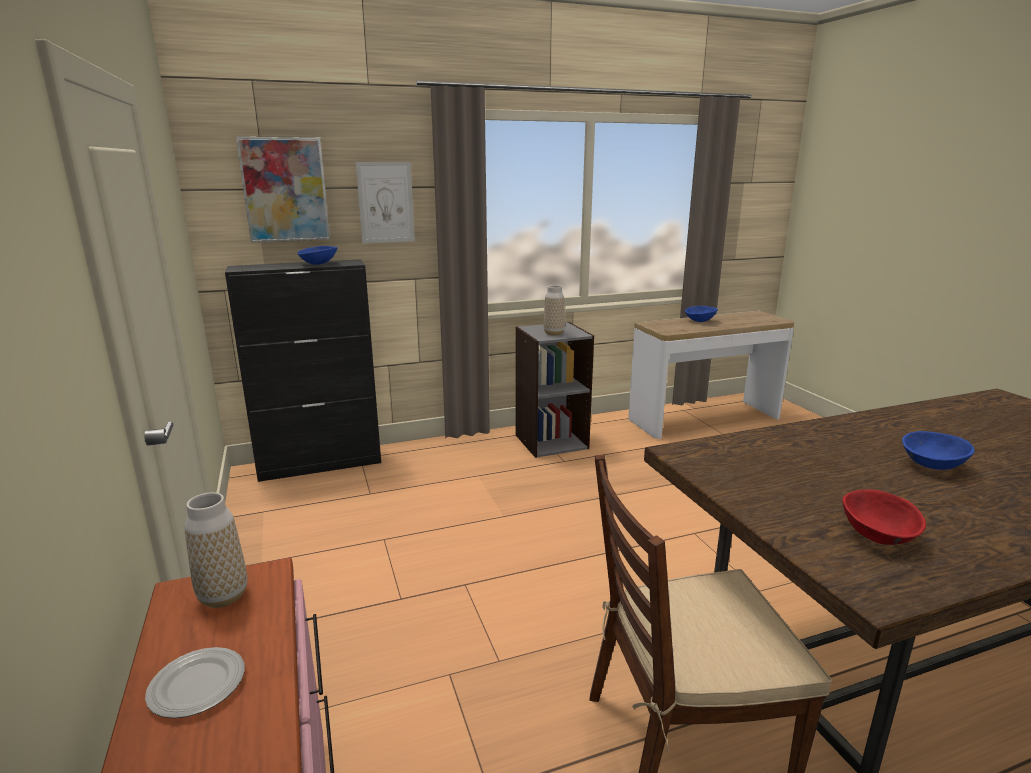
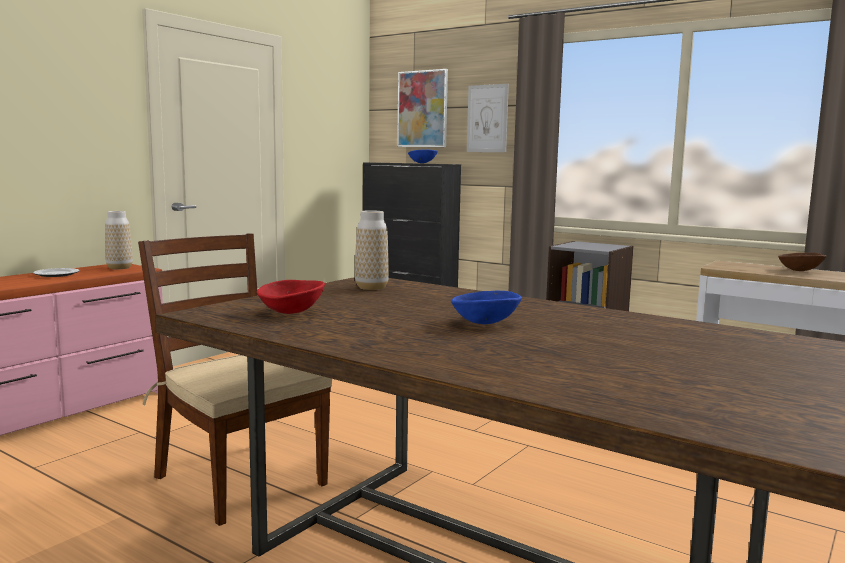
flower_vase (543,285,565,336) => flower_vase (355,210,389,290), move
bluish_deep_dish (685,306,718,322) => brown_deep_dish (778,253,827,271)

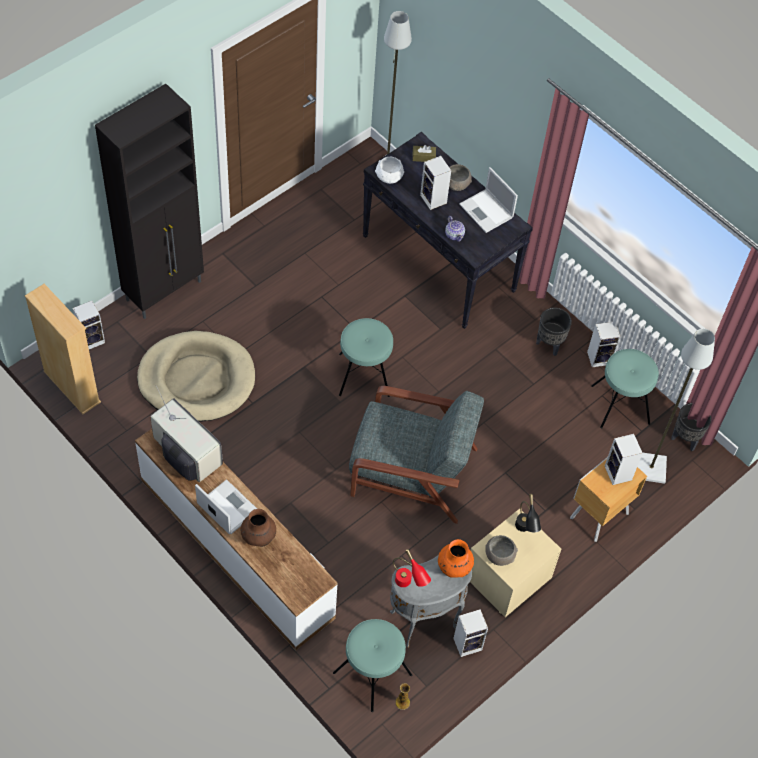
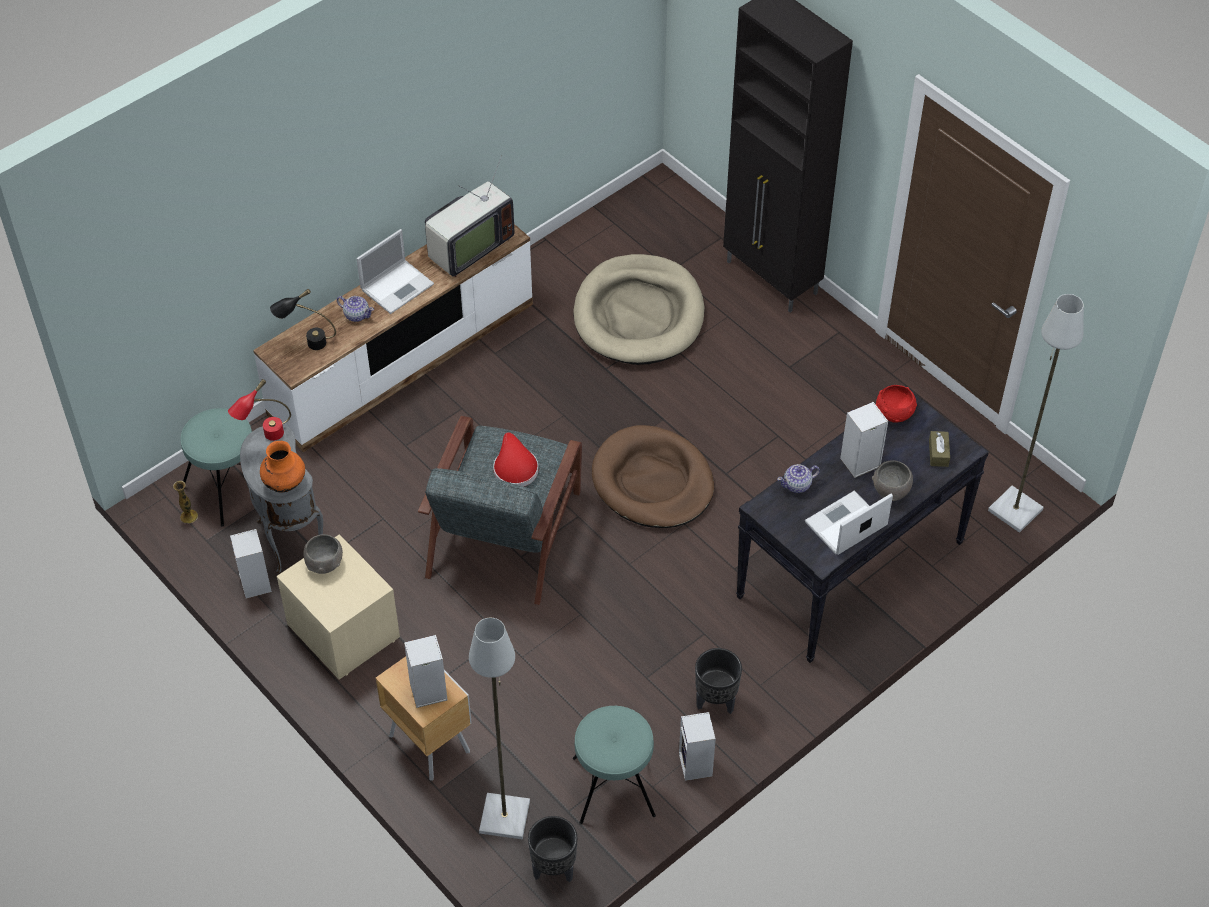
beige_bookcase (25,284,101,414) => nothing
audio_speaker (73,301,105,349) => nothing
brown_flower_vase (241,509,276,547) => teapot (337,296,374,322)
turquoise-coloured_sitting_stool (339,318,393,397) => brown_dog_cushion (592,425,714,528)
white-coloured_deep_dish (375,157,404,184) => reddish_deep_dish (876,385,917,423)
black_table_lamp (515,494,541,532) => black_table_lamp (270,289,336,350), move
nothing => reddish_hat (493,432,538,487)

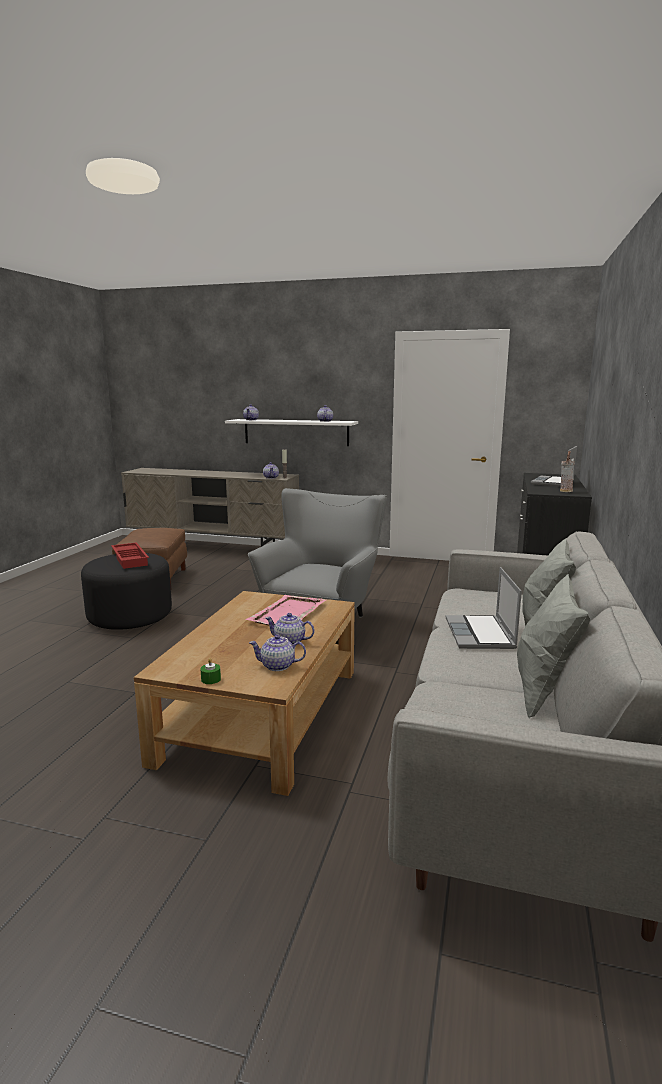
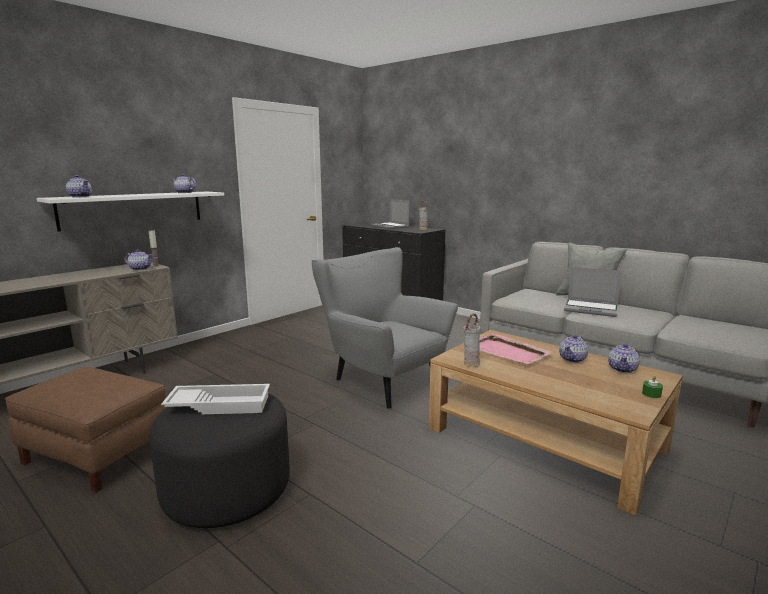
reddish_serving_tray (111,542,149,569) => white-coloured_serving_tray (161,384,270,414)
grey_cushion (517,574,590,719) => nothing
nothing => flower_vase (464,314,480,367)

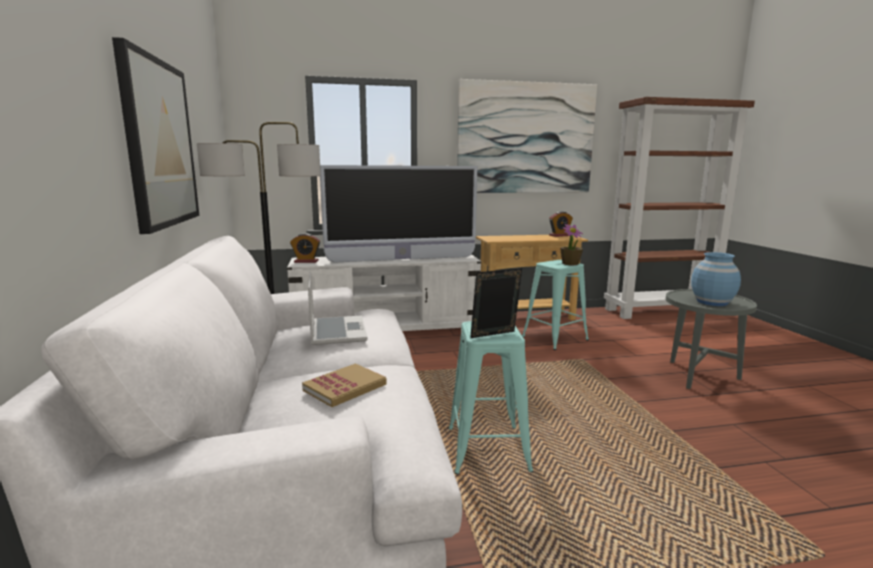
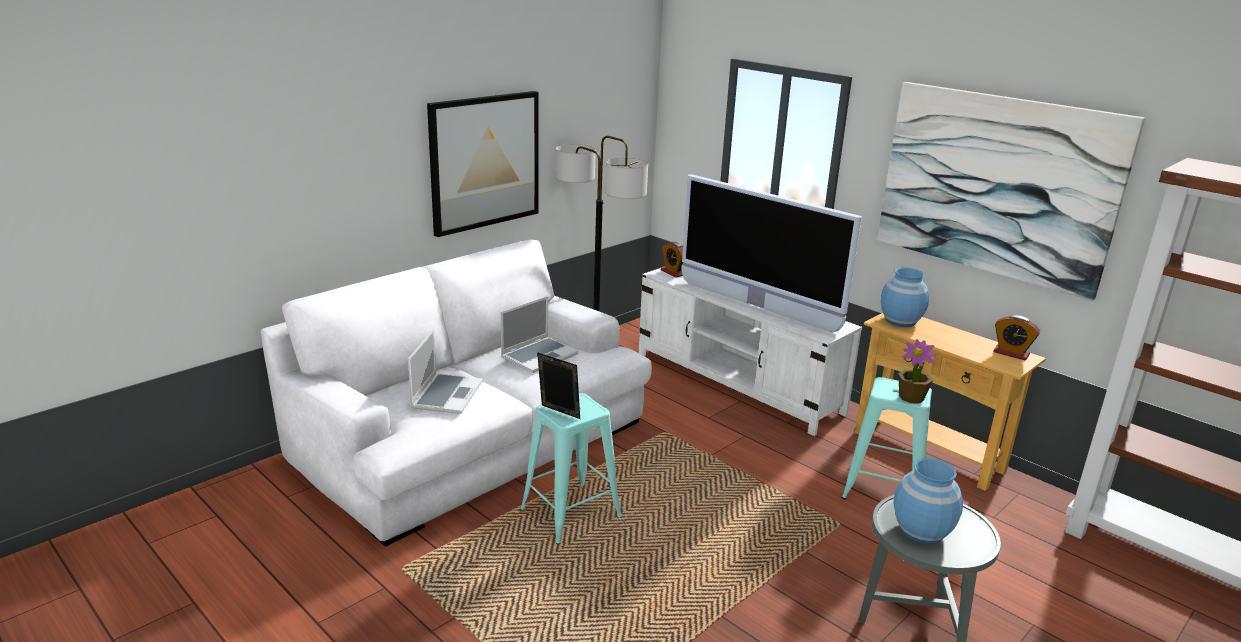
book (302,363,387,407) => notebook_computer (408,329,483,414)
nothing => bluish_flower_vase (881,268,929,327)

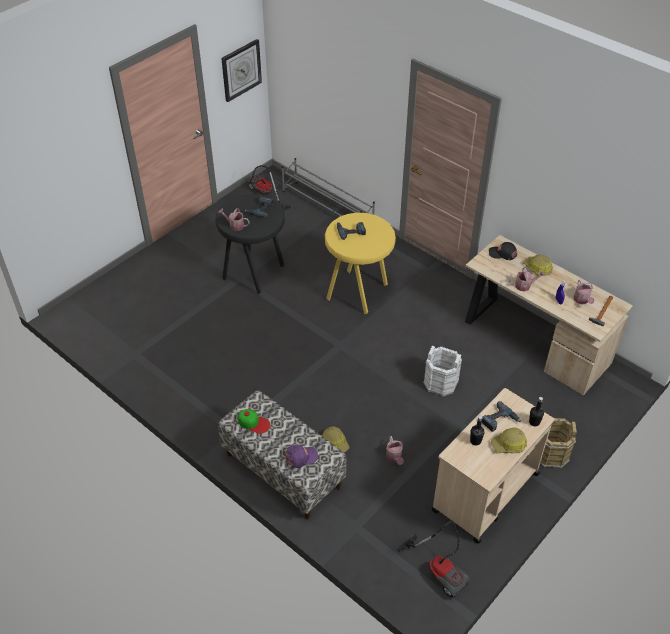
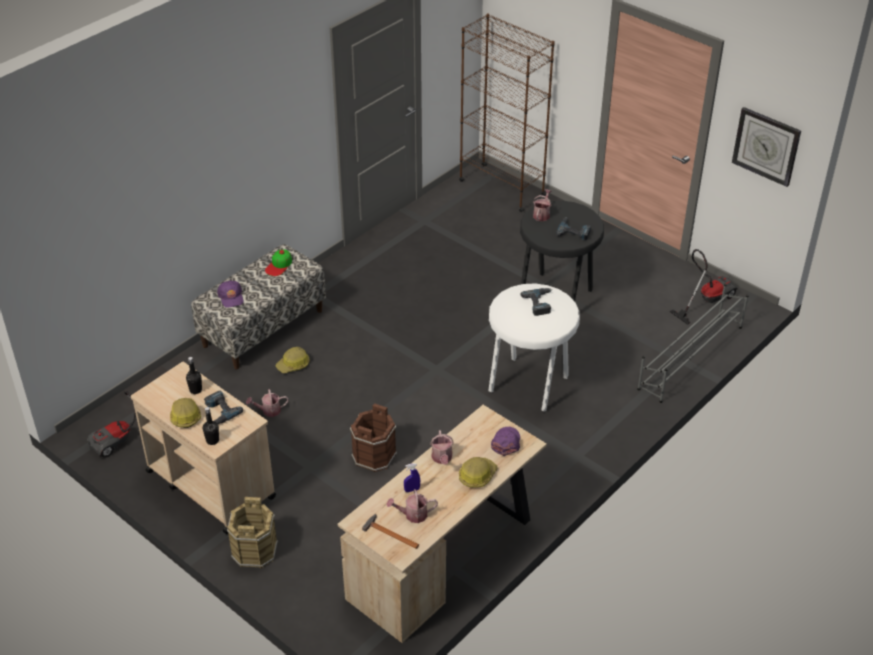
yellowish_sitting_stool (325,213,396,314) => white-coloured_sitting_stool (488,283,580,412)
white-coloured_pail (423,346,462,396) => brown_pail (350,403,397,472)
black_baseball_cap (489,242,517,260) => purple_baseball_cap (491,427,520,456)
nothing => brown_bookcase (459,13,555,212)

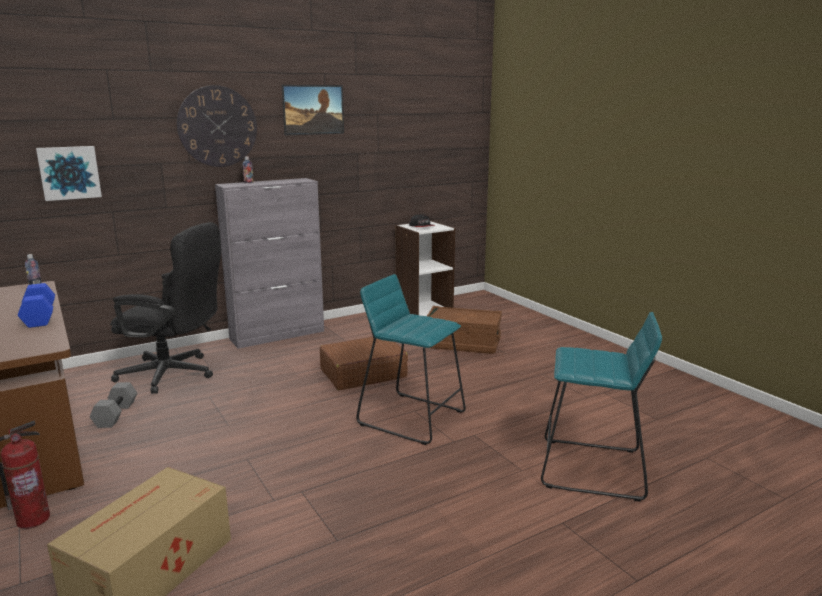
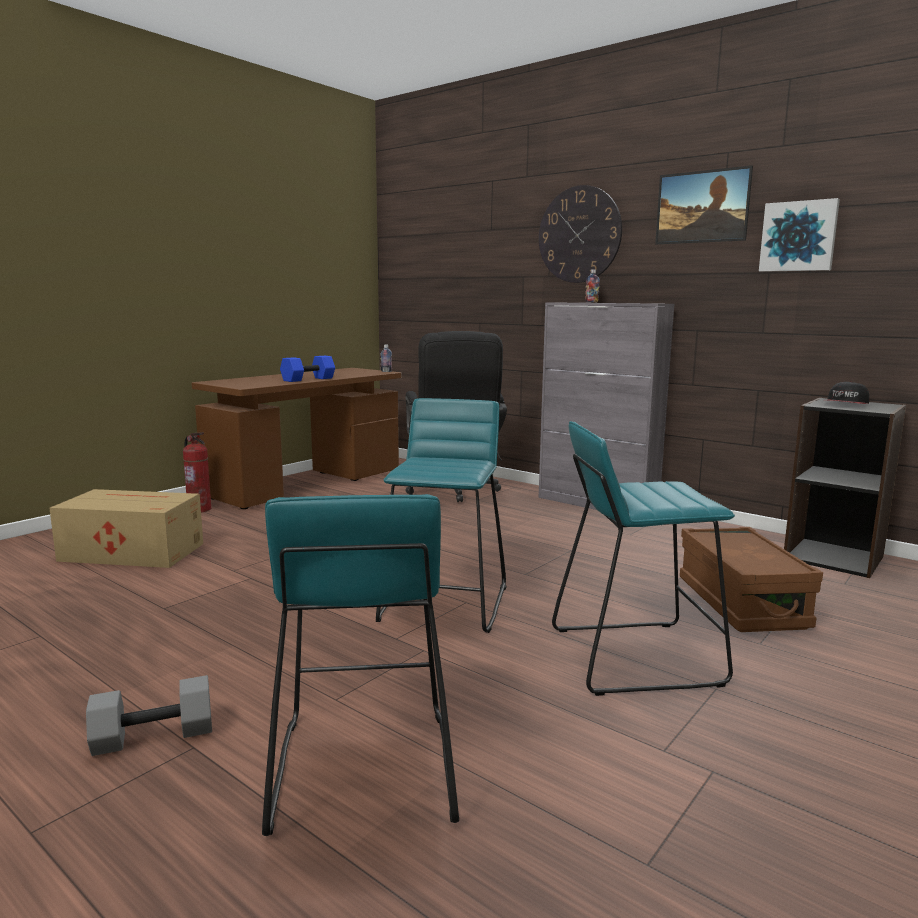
picture (36,146,102,201) => picture (759,198,840,272), move
grey_free_weight (90,382,137,428) => grey_free_weight (86,675,212,756), move
brown_piece_of_luggage (320,337,408,390) => nothing
white-coloured_bookcase (396,221,455,316) => black_bookcase (784,398,906,578)
nothing => turquoise-coloured_sitting_stool (552,421,735,696)

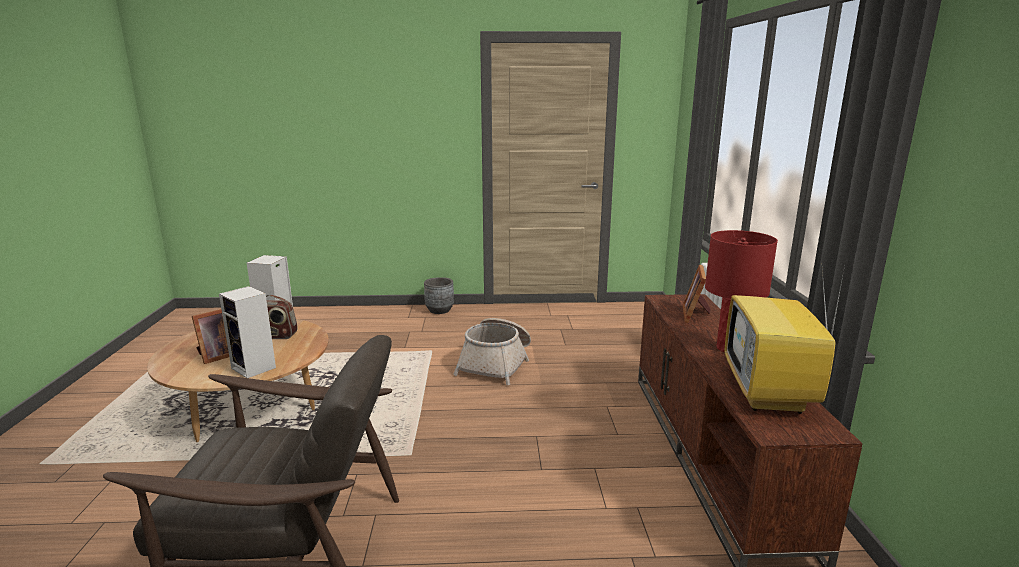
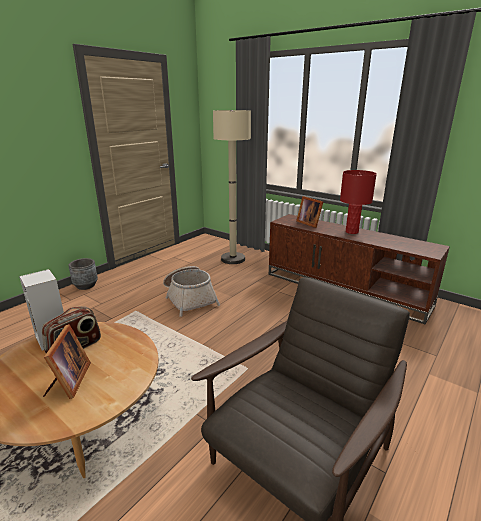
audio_speaker (219,286,276,378) => nothing
TV_set (724,266,845,414) => nothing
nothing => beige_standing_lamp (213,110,251,264)

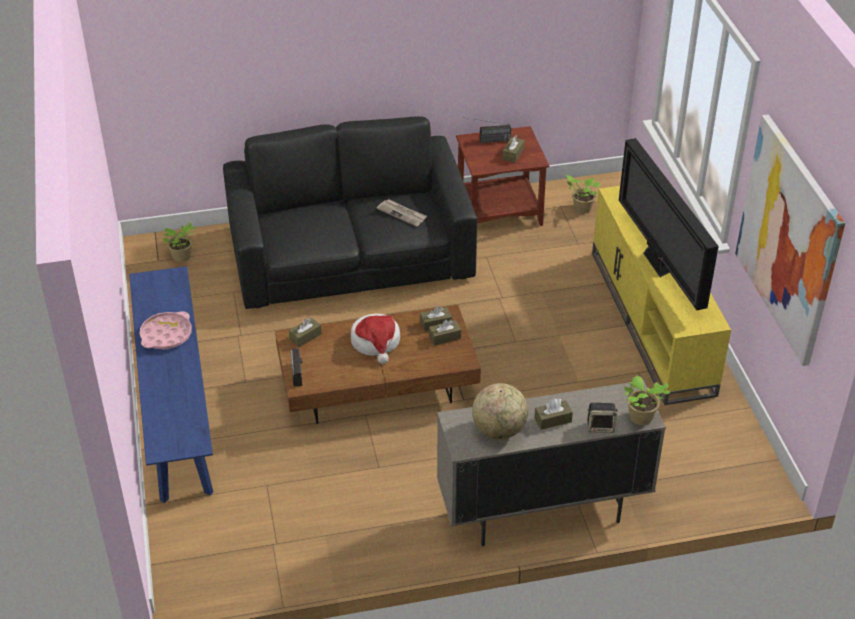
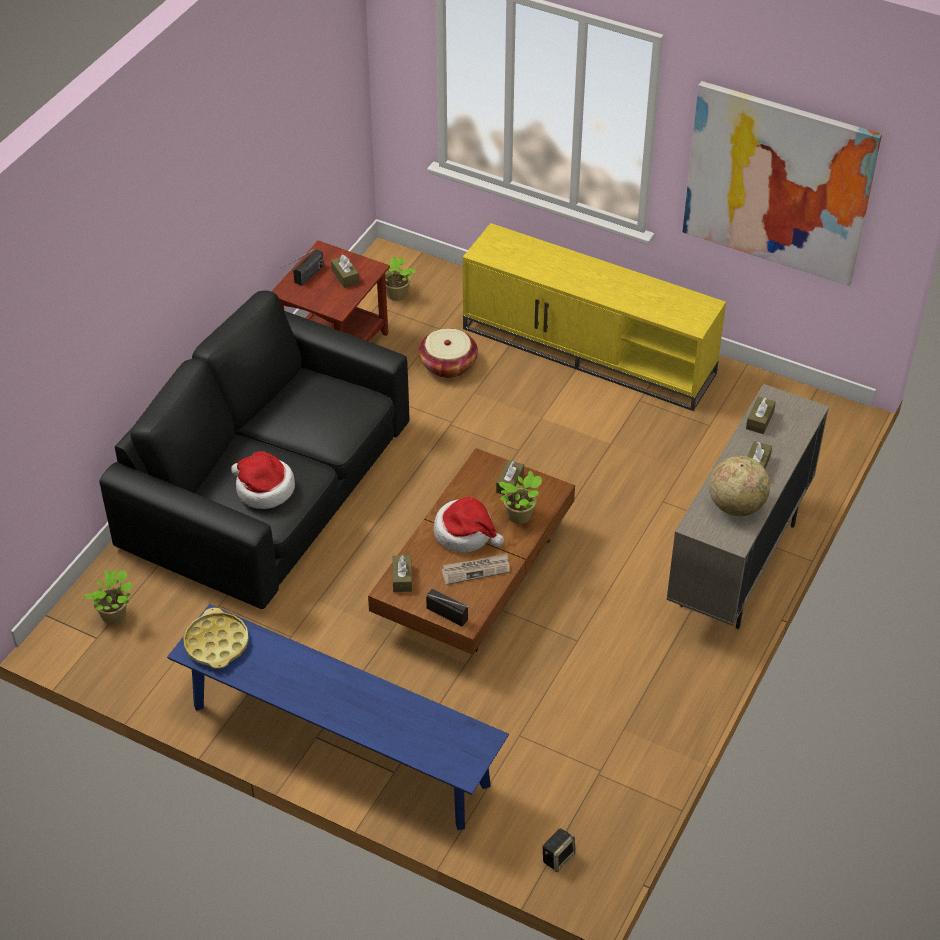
pinkish_serving_tray (140,311,192,349) => nothing
printed_paper (377,199,427,227) => printed_paper (442,553,510,585), move
brown_tissue_box (420,306,452,332) => brown_tissue_box (746,396,776,434), move
audio_speaker (587,403,618,433) => audio_speaker (543,828,575,872), move
TV_set (619,138,719,310) => nothing
plant_in_a_pot (624,375,670,425) => plant_in_a_pot (498,471,542,524), move
nothing => yellowish_serving_tray (184,608,249,669)
nothing => hat (231,451,295,509)
nothing => basket (418,328,478,378)

